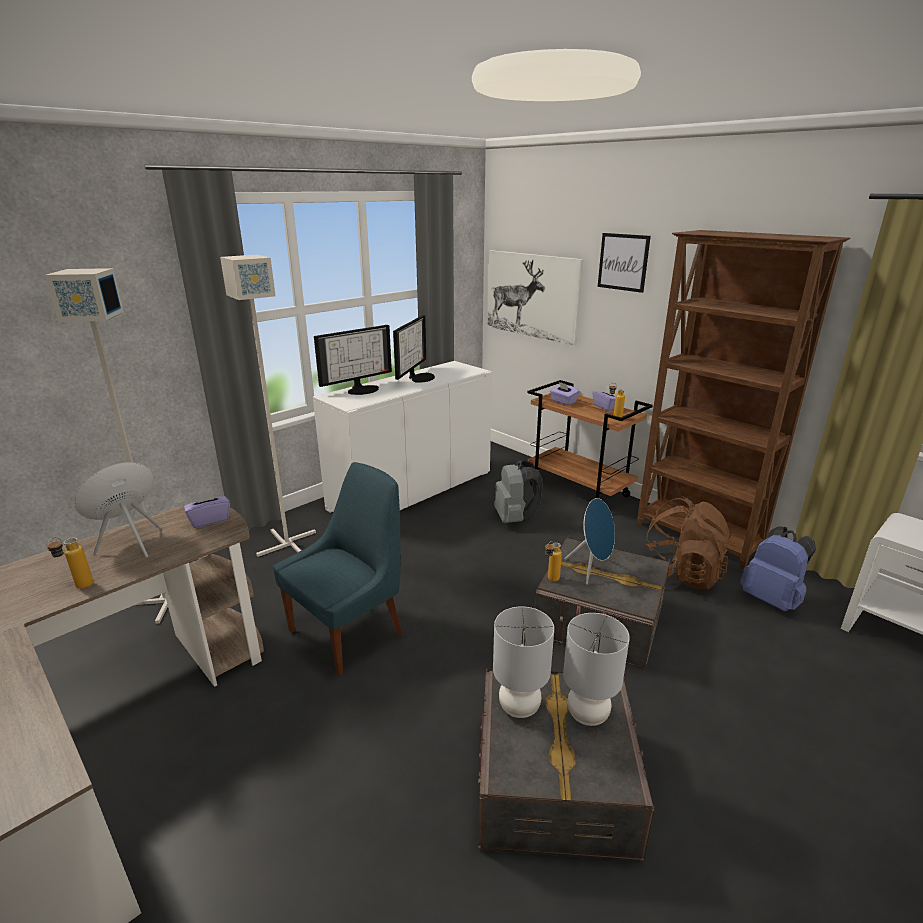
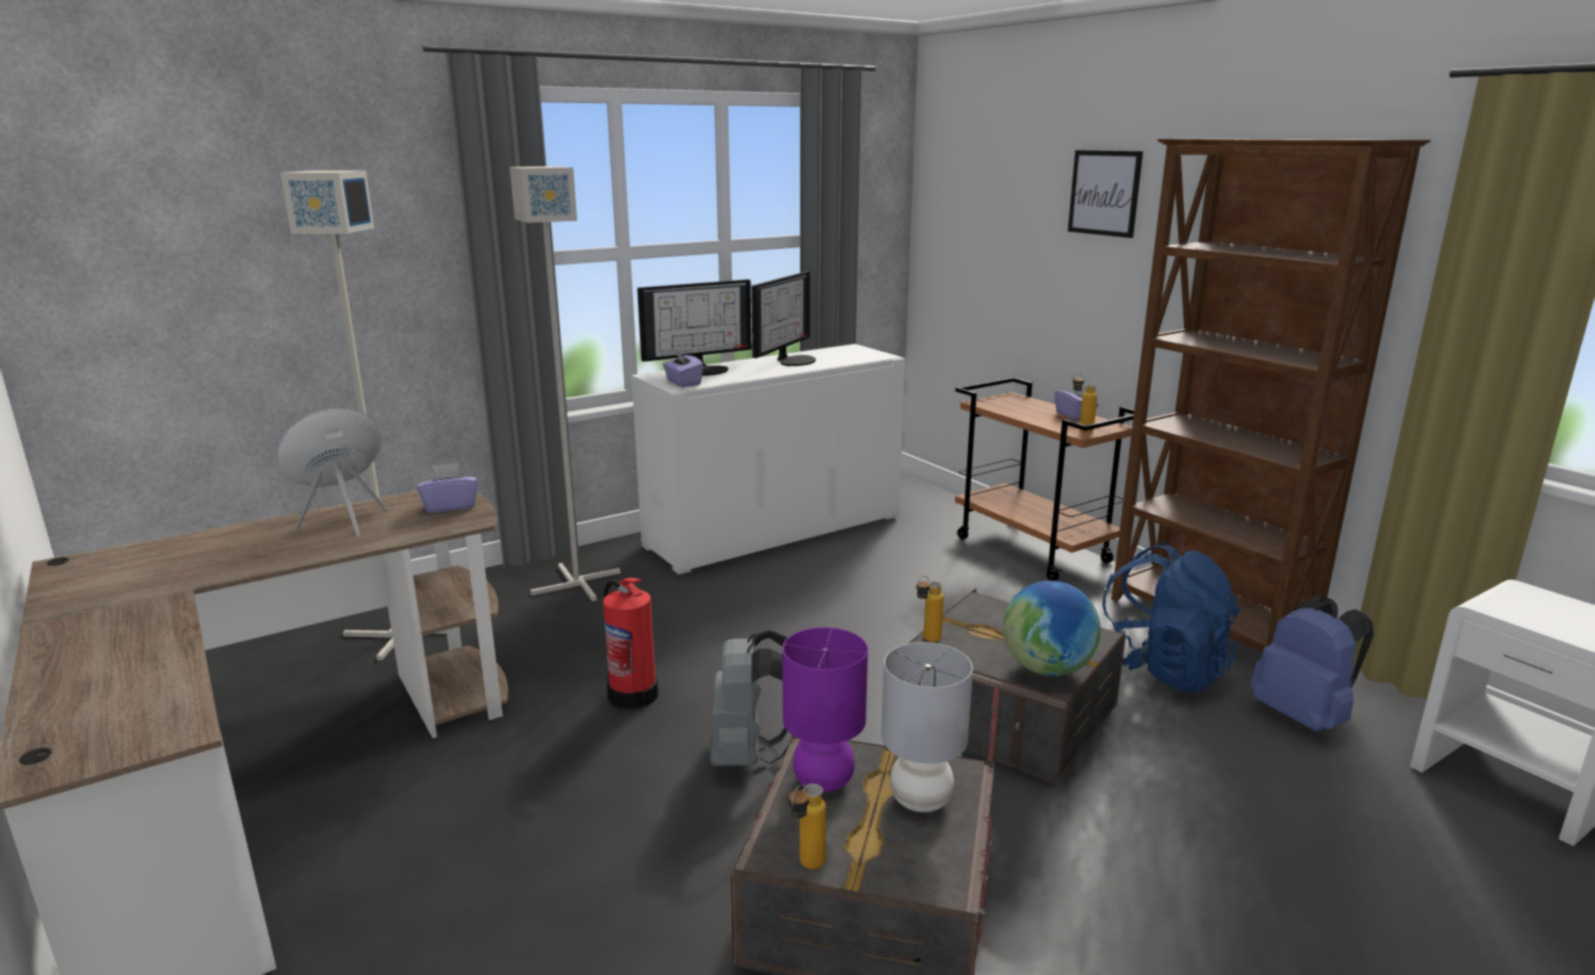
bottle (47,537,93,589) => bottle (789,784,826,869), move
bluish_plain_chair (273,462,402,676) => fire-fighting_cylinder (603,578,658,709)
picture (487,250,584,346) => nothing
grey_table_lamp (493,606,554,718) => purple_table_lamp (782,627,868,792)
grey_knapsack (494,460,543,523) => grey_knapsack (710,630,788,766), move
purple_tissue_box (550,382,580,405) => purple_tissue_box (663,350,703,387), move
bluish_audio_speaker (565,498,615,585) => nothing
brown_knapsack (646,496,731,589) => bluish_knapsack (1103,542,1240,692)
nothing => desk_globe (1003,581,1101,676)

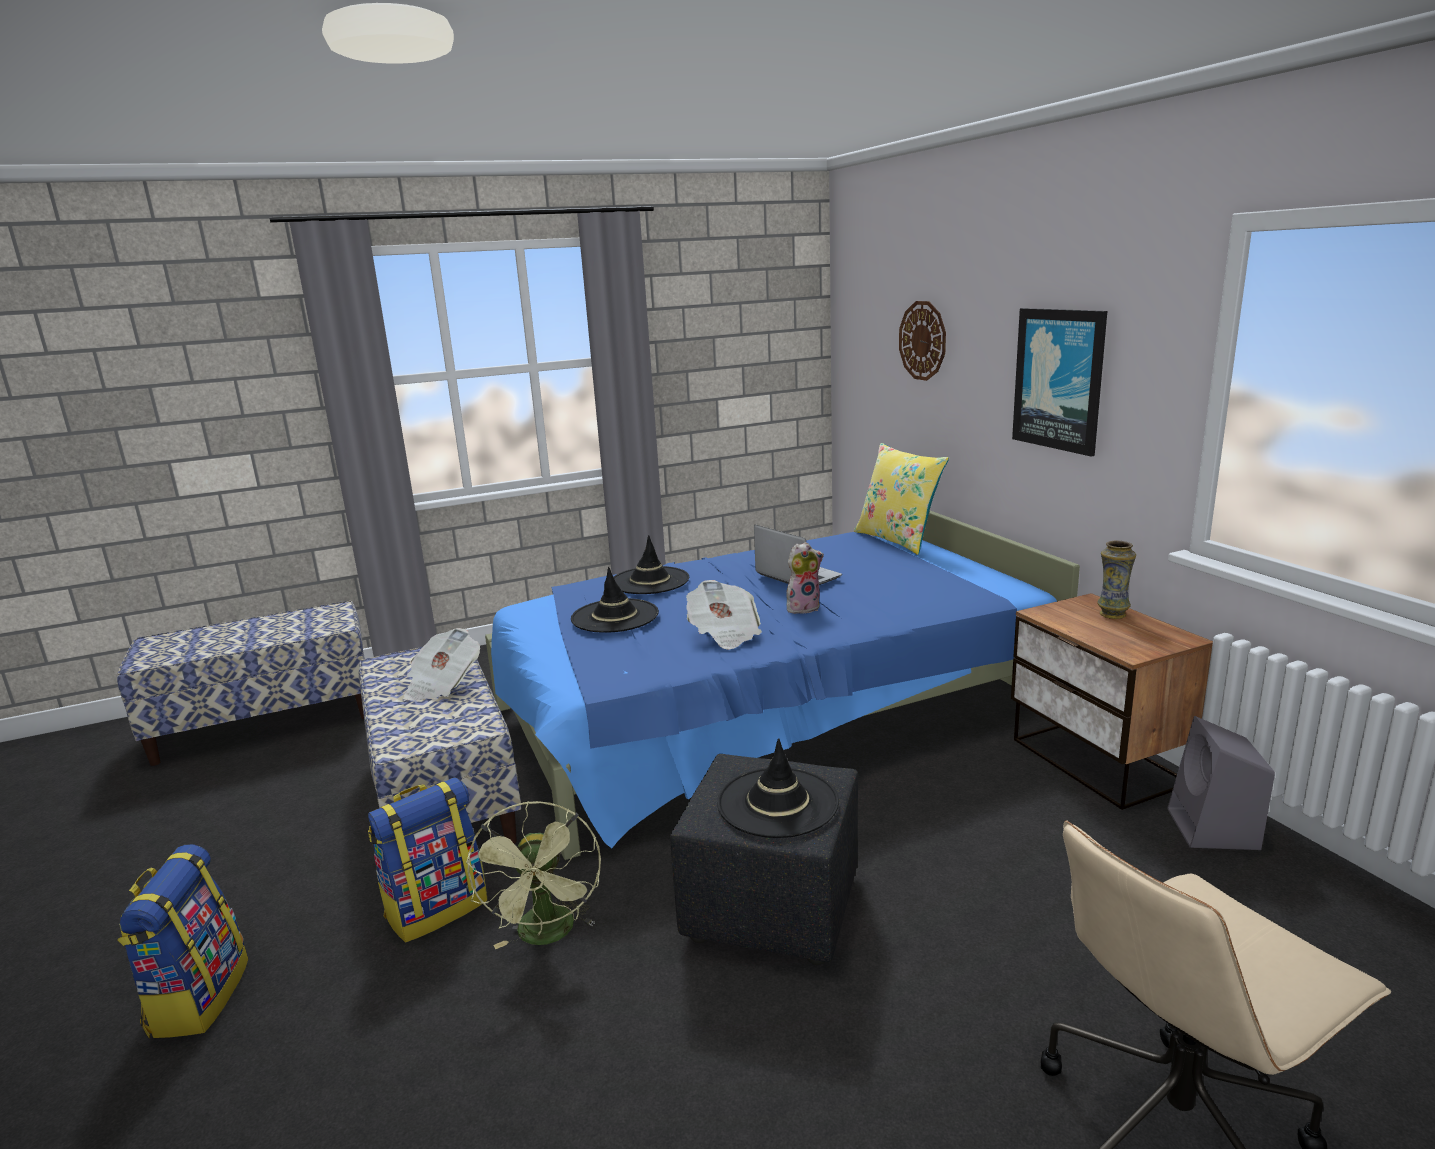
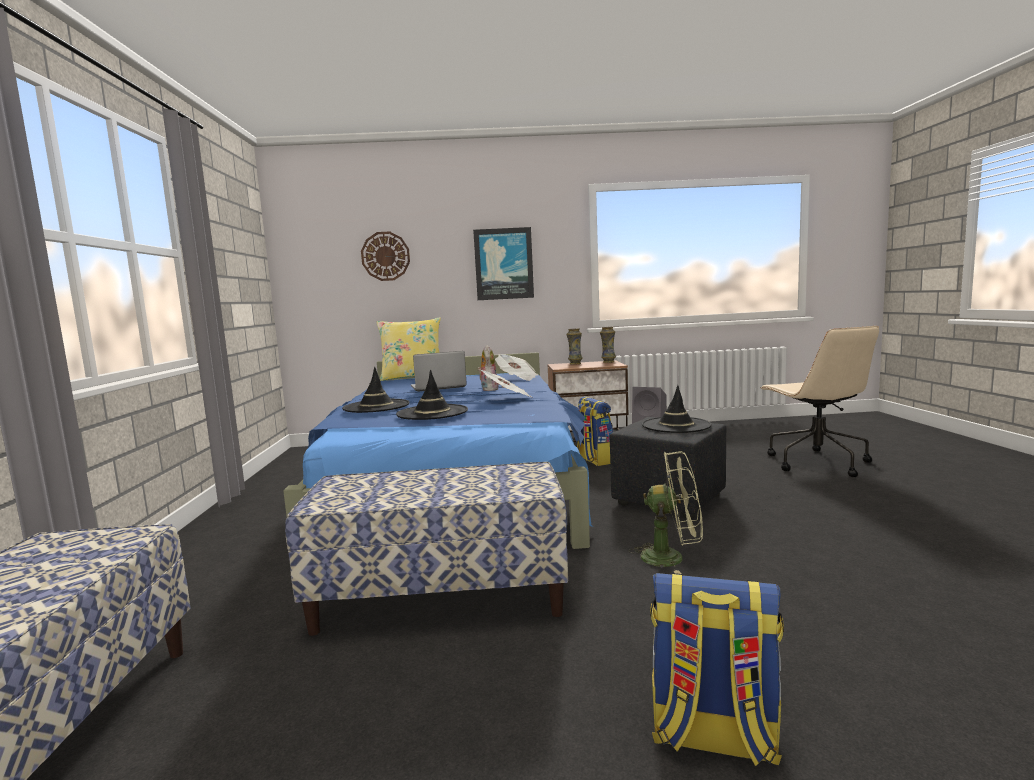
knapsack (368,777,488,942) => knapsack (577,397,614,466), move
printed_paper (404,628,480,701) => printed_paper (495,354,538,381), move
nothing => flower_vase (600,327,616,363)

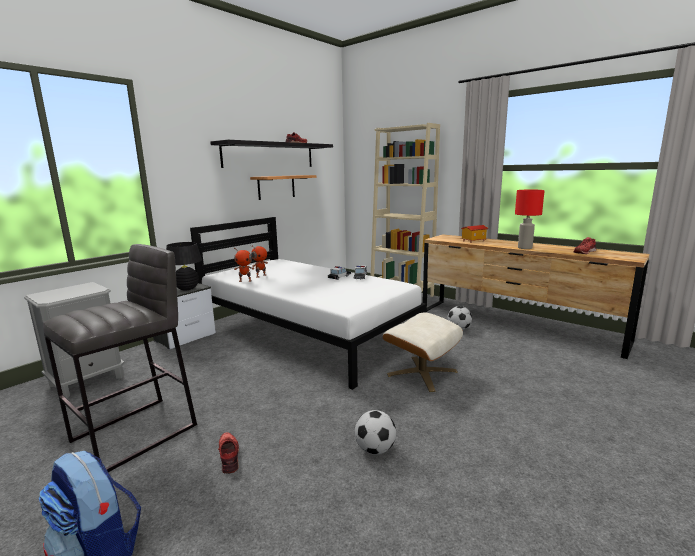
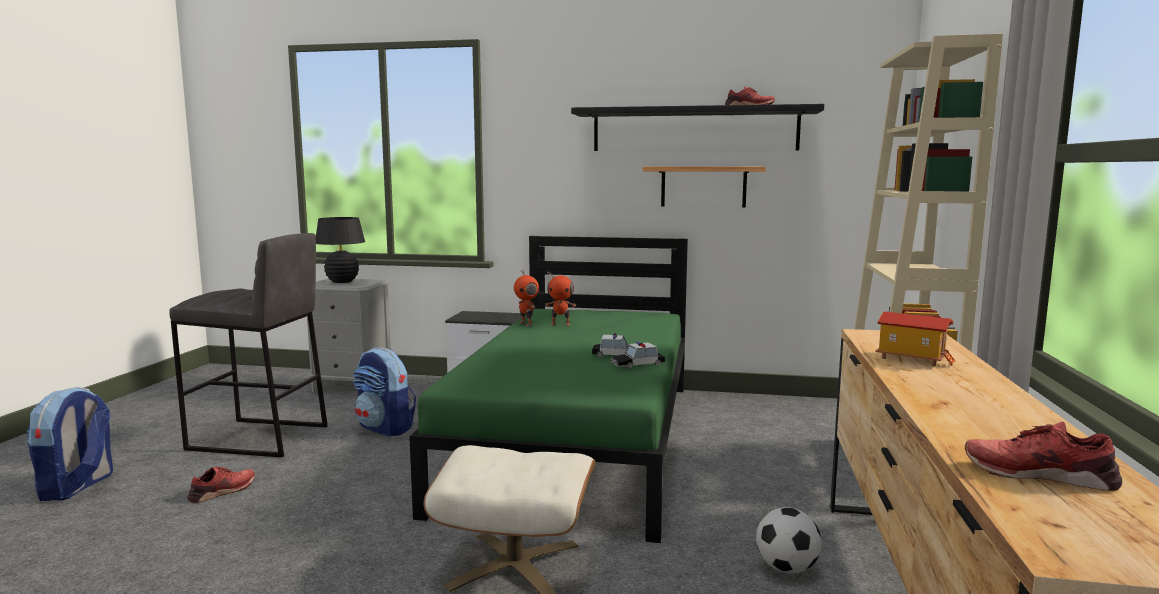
black_table_lamp (166,242,202,290) => black_table_lamp (316,217,365,283), move
white-coloured_bed (190,217,427,390) => green-coloured_bed (409,236,688,543)
football (355,410,396,455) => nothing
reddish_table_lamp (515,190,545,249) => nothing
nothing => knapsack (353,348,416,437)

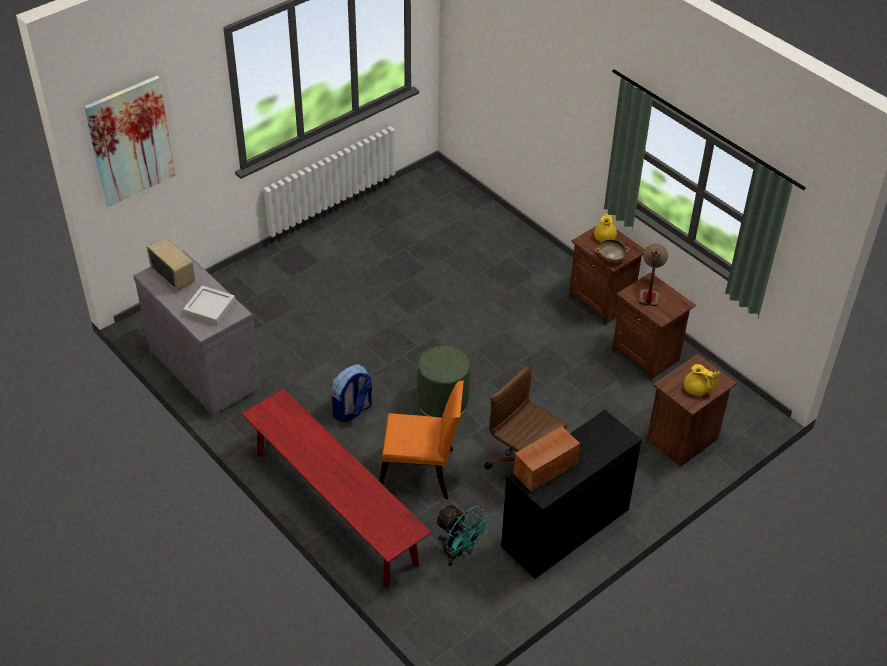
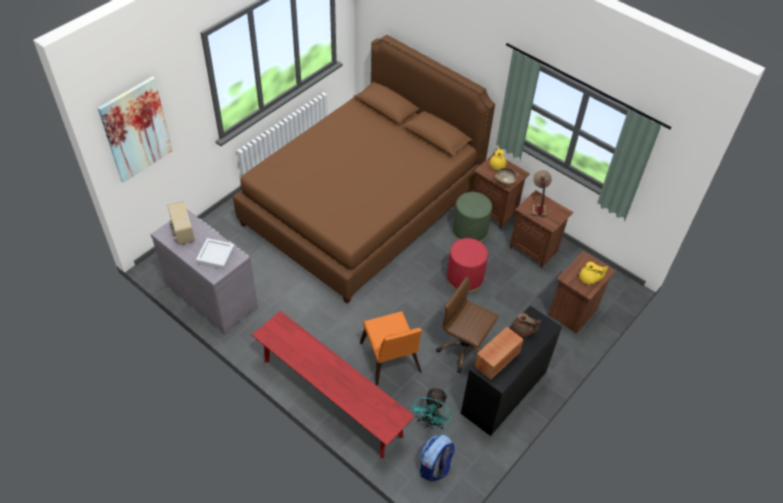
radio_set (147,238,195,291) => radio_set (167,201,195,245), 150 degrees counterclockwise
knapsack (331,364,372,423) => knapsack (420,435,455,482), move
orange_plain_chair (379,381,464,499) => orange_plain_chair (360,311,422,386), 75 degrees clockwise
green-coloured_ottoman (417,346,470,418) => green-coloured_ottoman (453,192,492,242), move
turquoise-coloured_fan (435,505,491,566) => turquoise-coloured_fan (410,387,452,429), 75 degrees clockwise
nothing => brown_bed (233,35,495,304)
nothing => reddish_ottoman (447,238,488,292)
nothing => brown_teapot (512,313,541,338)

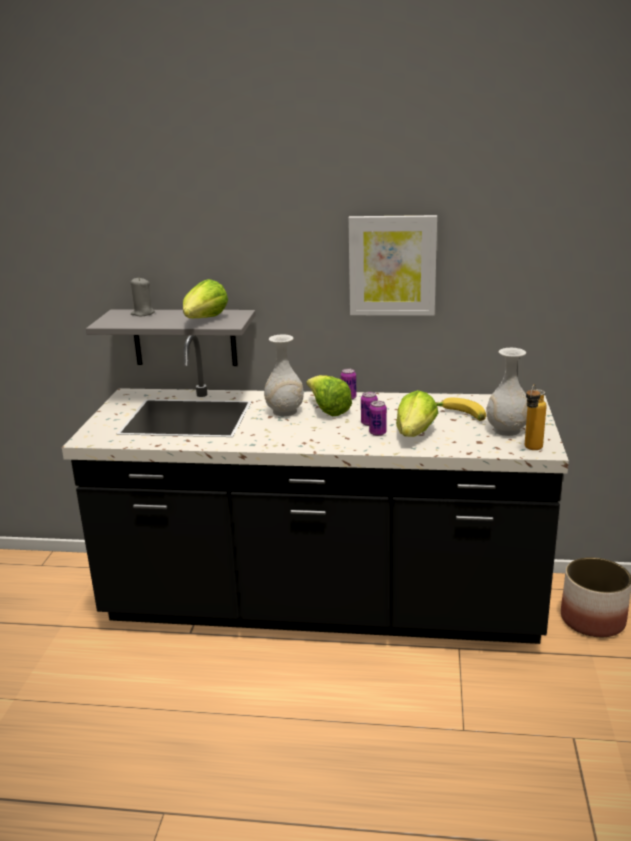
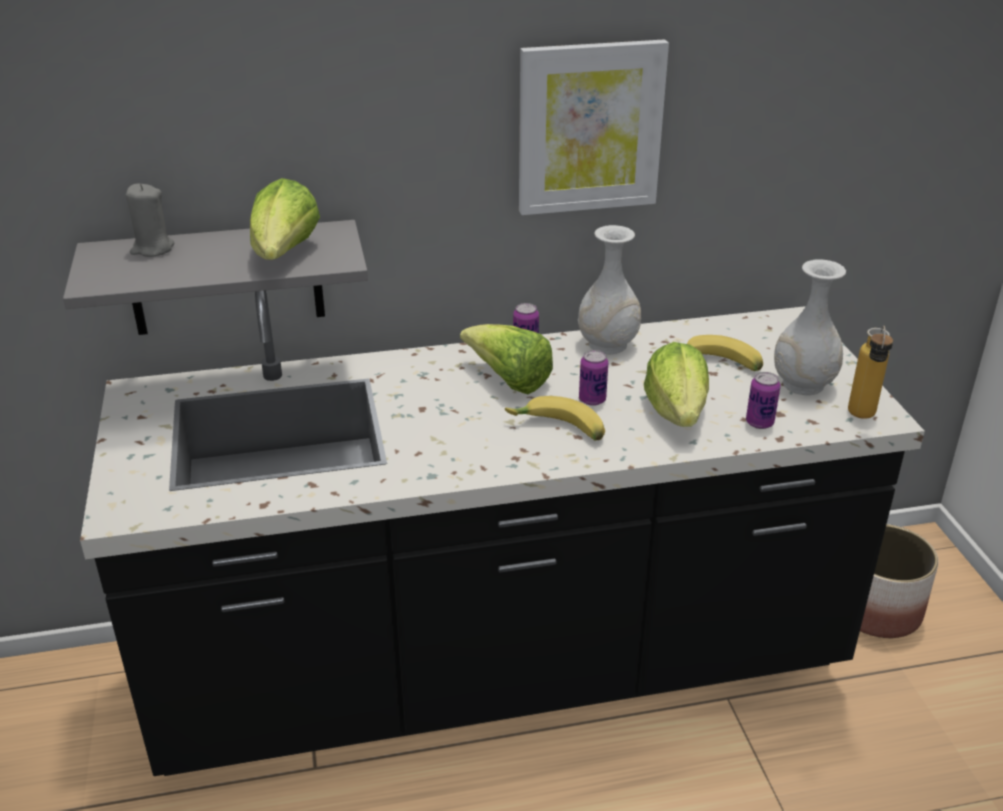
white-coloured_flower_vase (264,334,304,416) => white-coloured_flower_vase (578,225,641,354), move
sealed_can (369,401,387,436) => sealed_can (746,372,780,429), move
nothing => whole_banana (505,396,605,440)

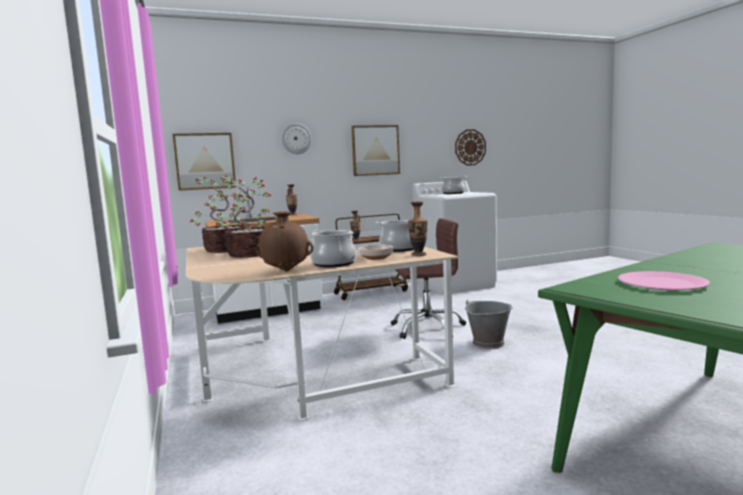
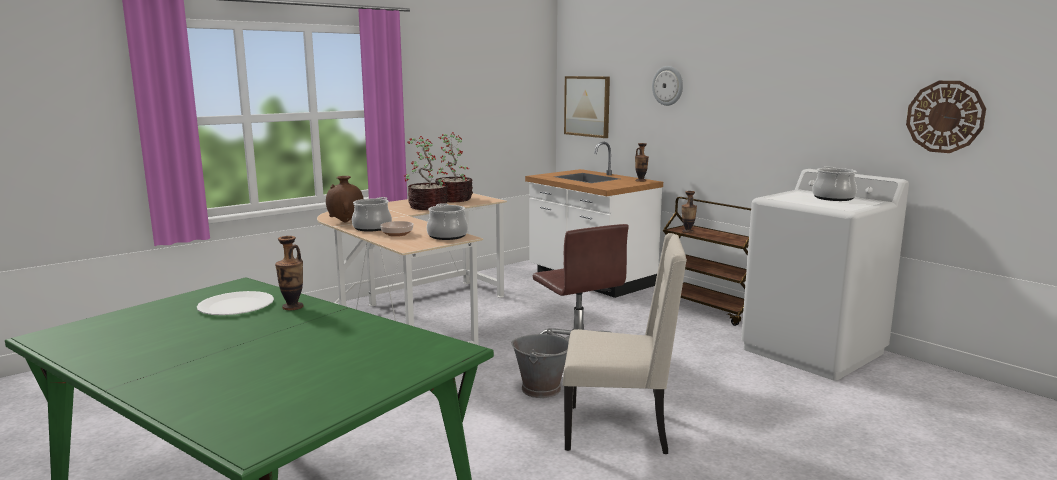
picture (351,125,400,176) => nothing
flower_vase (408,202,428,256) => flower_vase (275,236,304,311), move
pinkish_flat_dish (618,271,710,291) => white-coloured_flat_dish (197,291,274,315)
nothing => beige_plain_chair (563,233,687,454)

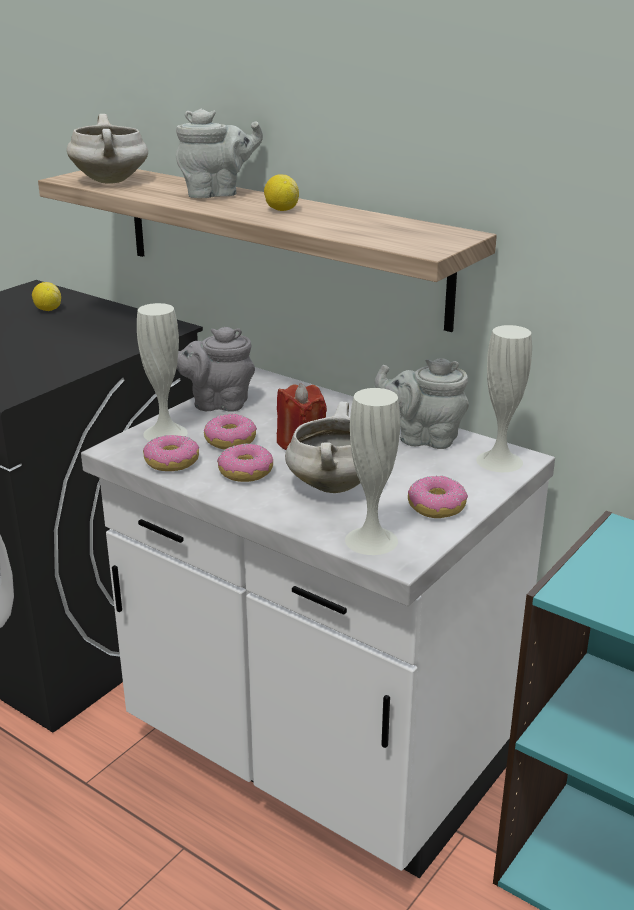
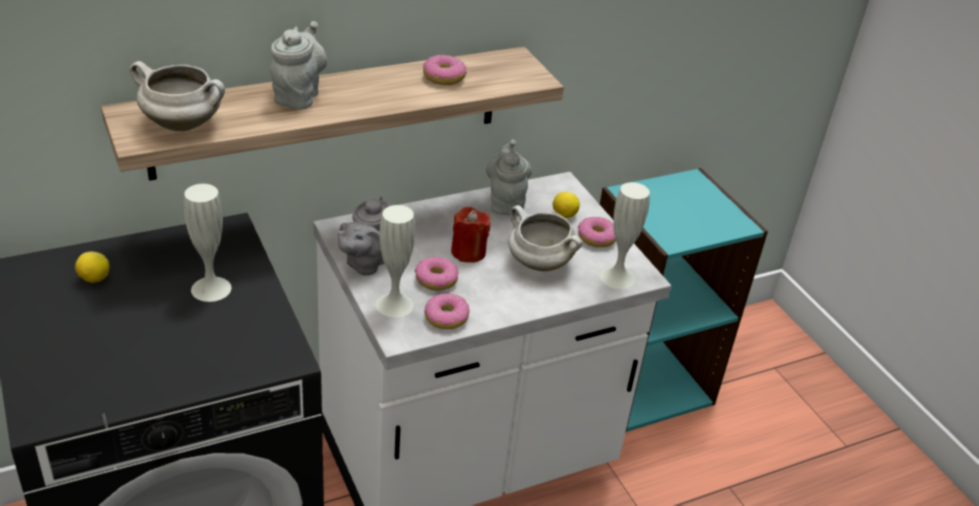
doughnut (217,444,273,482) => doughnut (423,54,466,85), move
whole_lemon (264,175,299,211) => whole_lemon (553,192,580,218), move
grey_teapot (374,358,469,449) => grey_teapot (486,140,532,216), 135 degrees clockwise
white-coloured_flower_vase (476,325,532,472) => white-coloured_flower_vase (184,184,231,302), move

